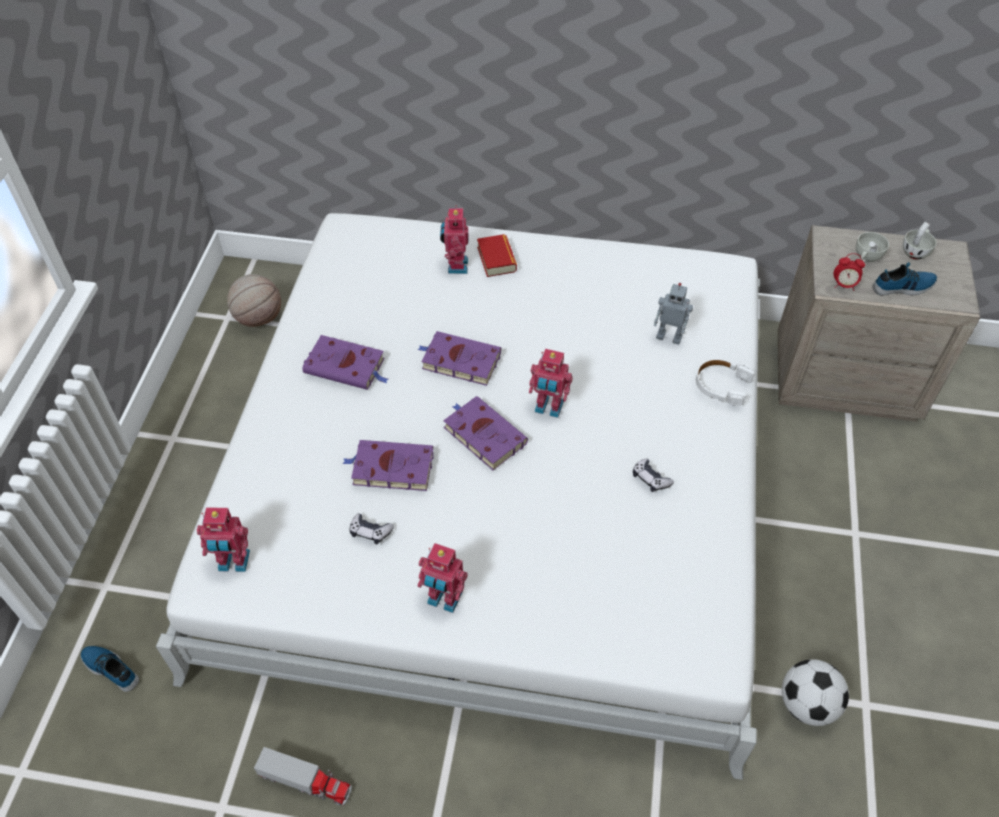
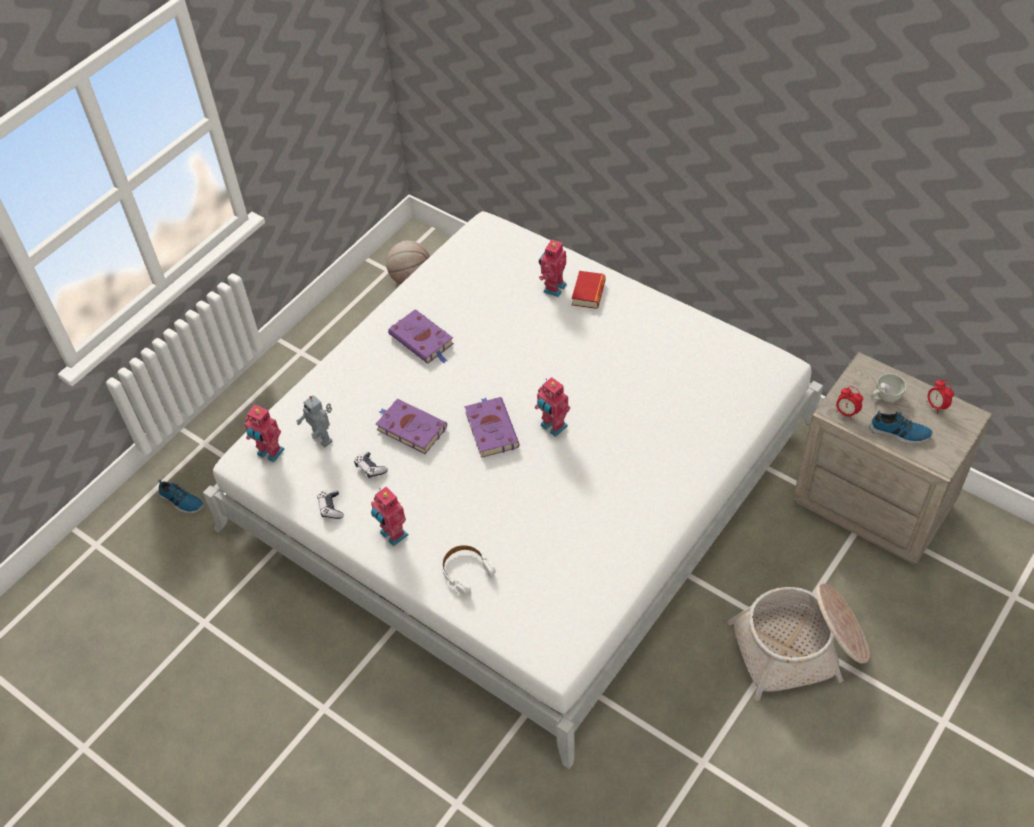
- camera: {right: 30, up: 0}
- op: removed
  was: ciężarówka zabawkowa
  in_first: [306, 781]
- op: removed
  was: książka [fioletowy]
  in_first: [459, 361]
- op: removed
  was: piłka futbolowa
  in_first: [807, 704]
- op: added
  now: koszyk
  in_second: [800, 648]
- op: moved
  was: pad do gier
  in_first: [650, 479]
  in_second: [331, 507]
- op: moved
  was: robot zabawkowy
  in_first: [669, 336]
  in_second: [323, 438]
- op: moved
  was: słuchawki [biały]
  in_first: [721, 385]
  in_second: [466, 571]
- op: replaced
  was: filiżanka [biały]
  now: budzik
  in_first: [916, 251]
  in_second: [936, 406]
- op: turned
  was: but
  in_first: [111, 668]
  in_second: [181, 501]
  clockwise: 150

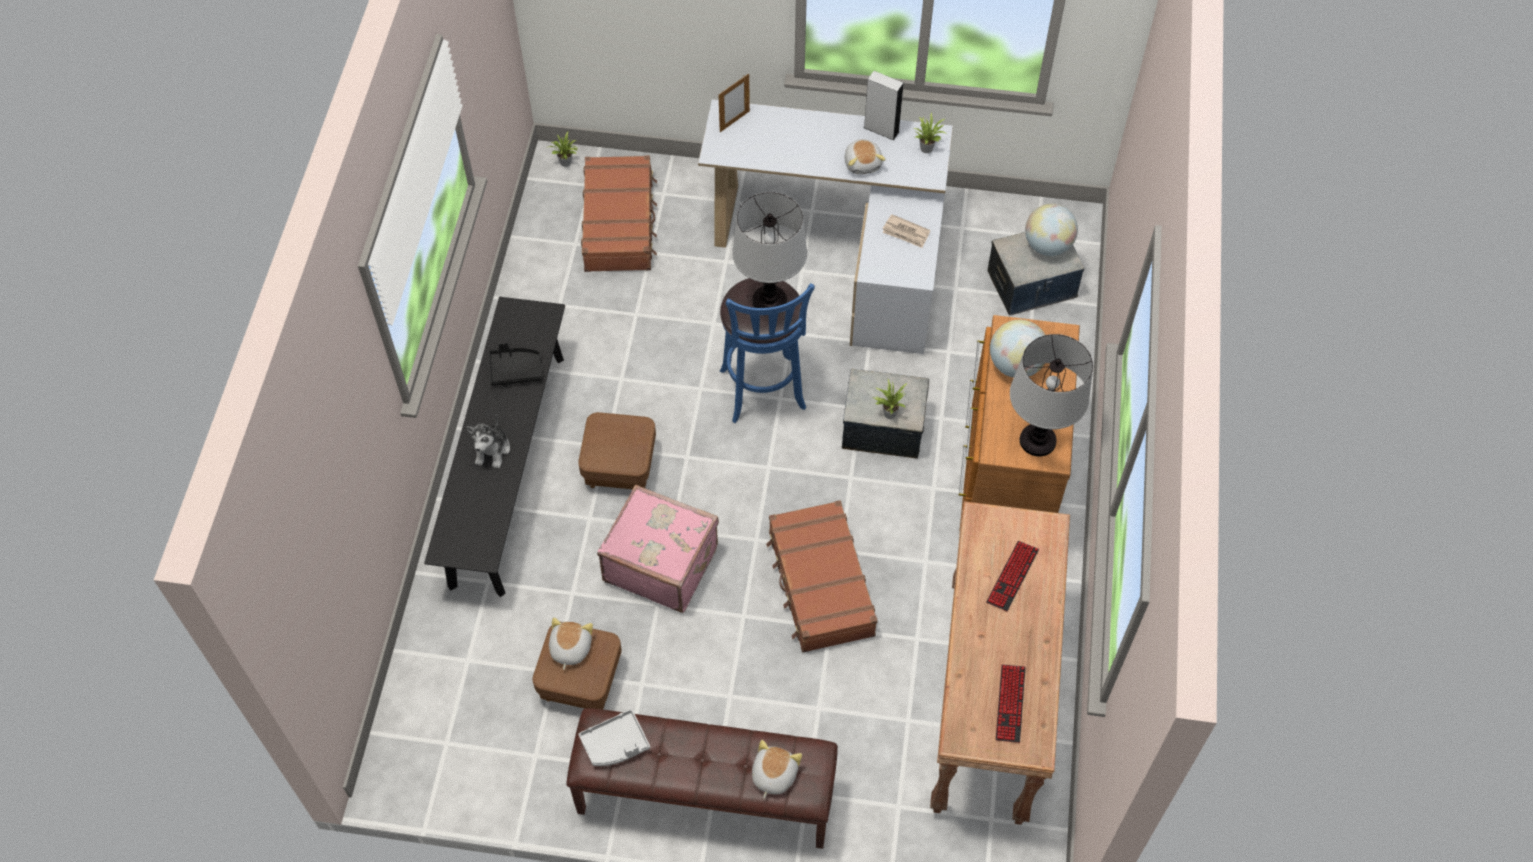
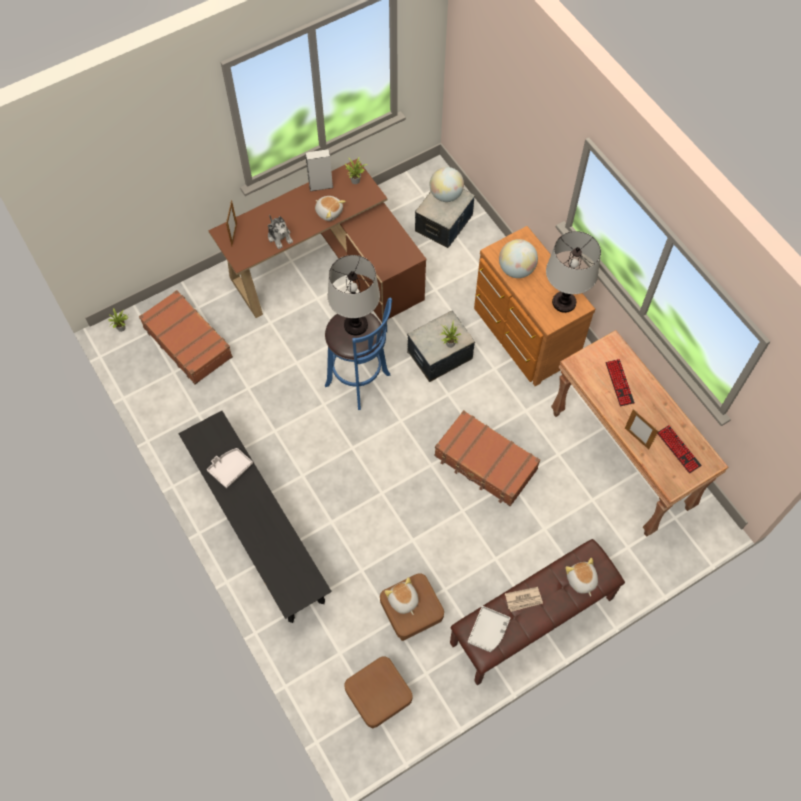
- camera: {right: -40, up: 5}
- op: removed
  was: walizka [różowy]
  in_first: [661, 562]
- op: added
  now: ramka na zdjęcie
  in_second: [636, 438]
- op: moved
  was: pluszak
  in_first: [492, 450]
  in_second: [280, 236]
- op: moved
  was: pufa [brązowy]
  in_first: [620, 467]
  in_second: [379, 697]
- op: moved
  was: gazeta
  in_first: [906, 233]
  in_second: [523, 599]
- op: recoloured
  was: taca [czarny]
  now: taca [biały]
  in_first: [515, 370]
  in_second: [230, 468]
- op: recoloured
  was: biurko [biały]
  now: biurko [brązowy]
  in_first: [842, 250]
  in_second: [328, 271]

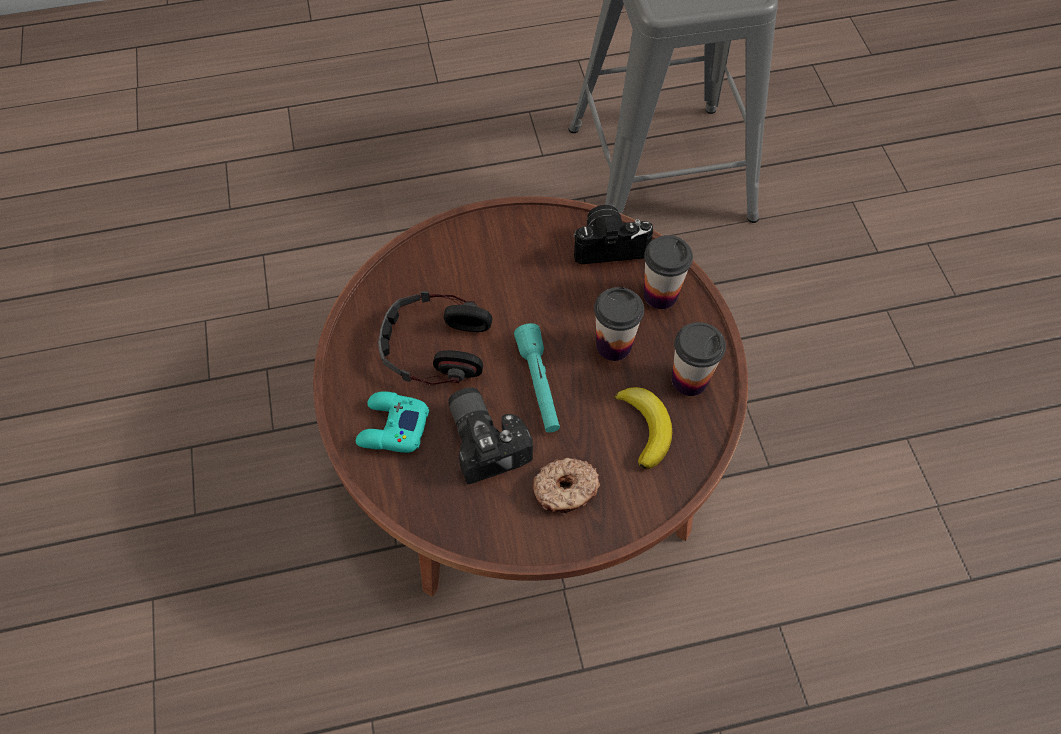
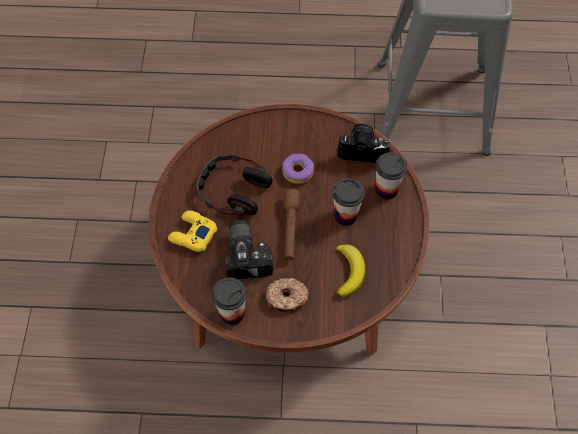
- camera: {right: 15, up: 0}
- op: added
  now: donut
  in_second: [298, 171]
- op: moved
  was: filiżanka
  in_first: [689, 380]
  in_second: [232, 313]
- op: recoloured
  was: pad do gier [turkusowy]
  now: pad do gier [żółty]
  in_first: [392, 428]
  in_second: [192, 234]
- op: recoloured
  was: latarka [turkusowy]
  now: latarka [brązowy]
  in_first: [539, 385]
  in_second: [290, 229]

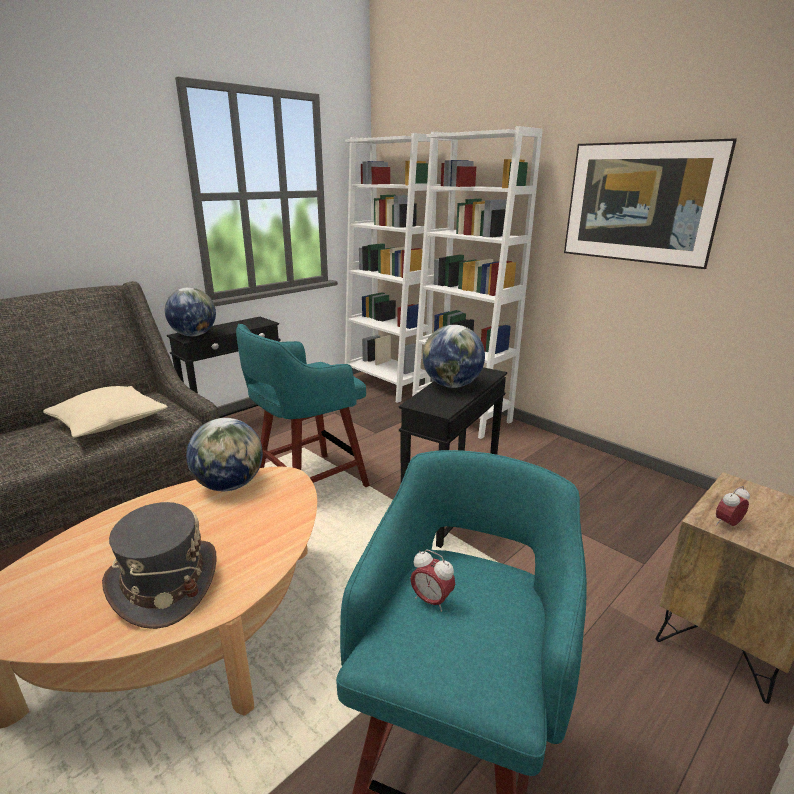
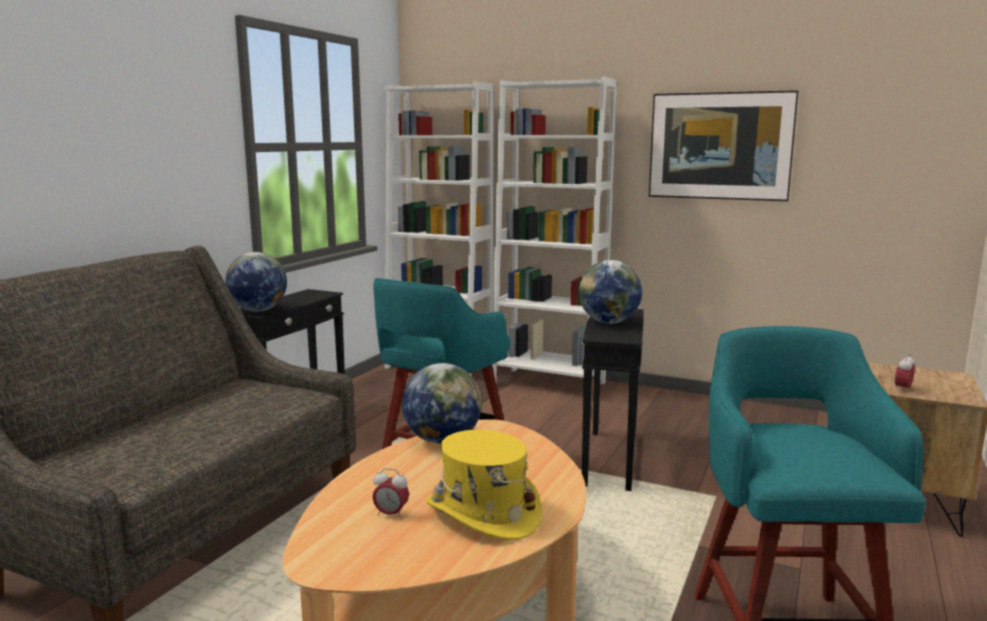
- camera: {right: -20, up: -10}
- op: removed
  was: poduszka [beżowy]
  in_first: [109, 423]
- op: moved
  was: budzik
  in_first: [431, 600]
  in_second: [391, 514]
- op: recoloured
  was: kapelusz [szary]
  now: kapelusz [żółty]
  in_first: [164, 584]
  in_second: [483, 513]

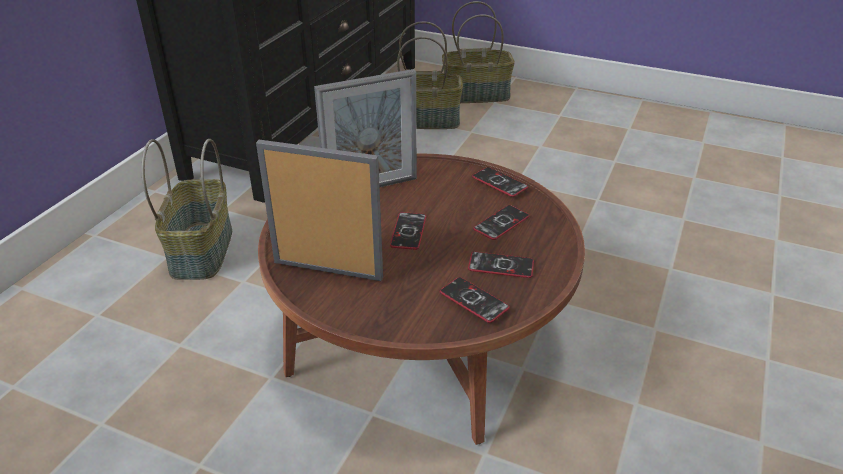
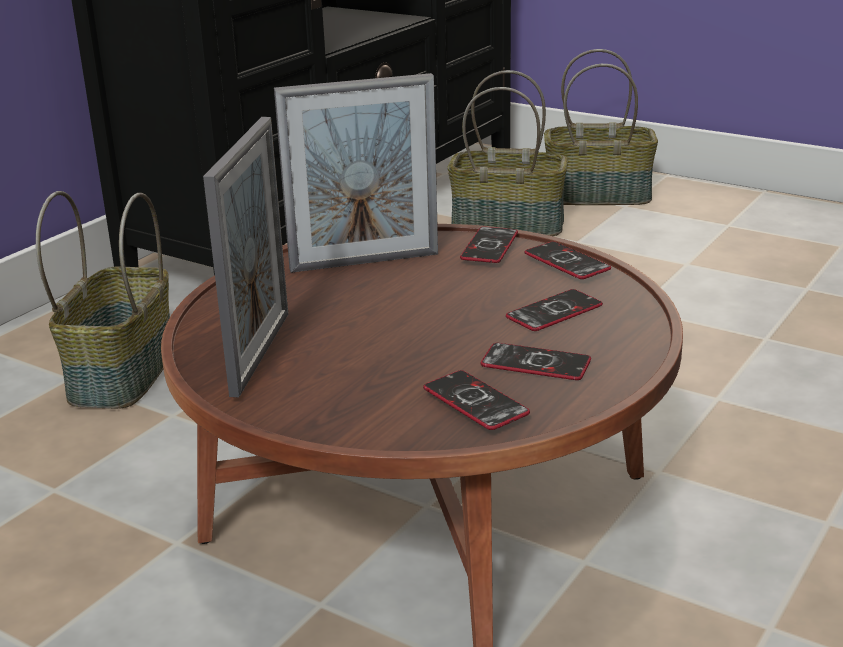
- camera: {right: 10, up: -10}
- op: moved
  was: telefon
  in_first: [408, 231]
  in_second: [489, 246]
- op: turned
  was: ramka na zdjęcie
  in_first: [328, 270]
  in_second: [261, 353]
  clockwise: 75

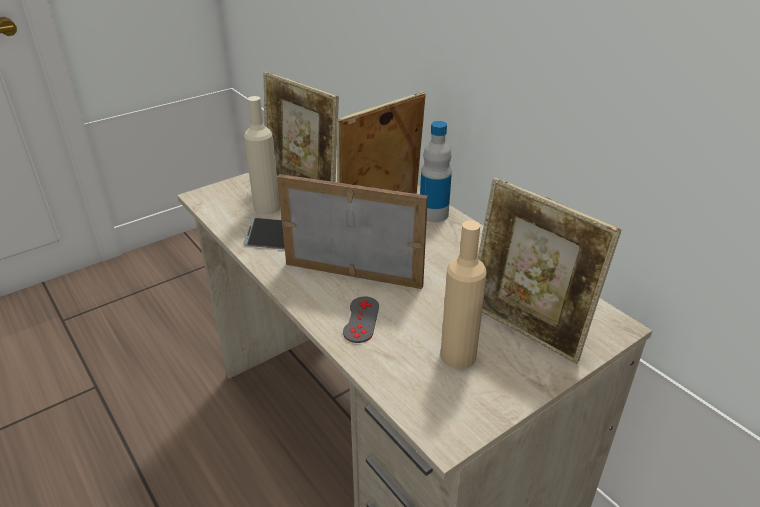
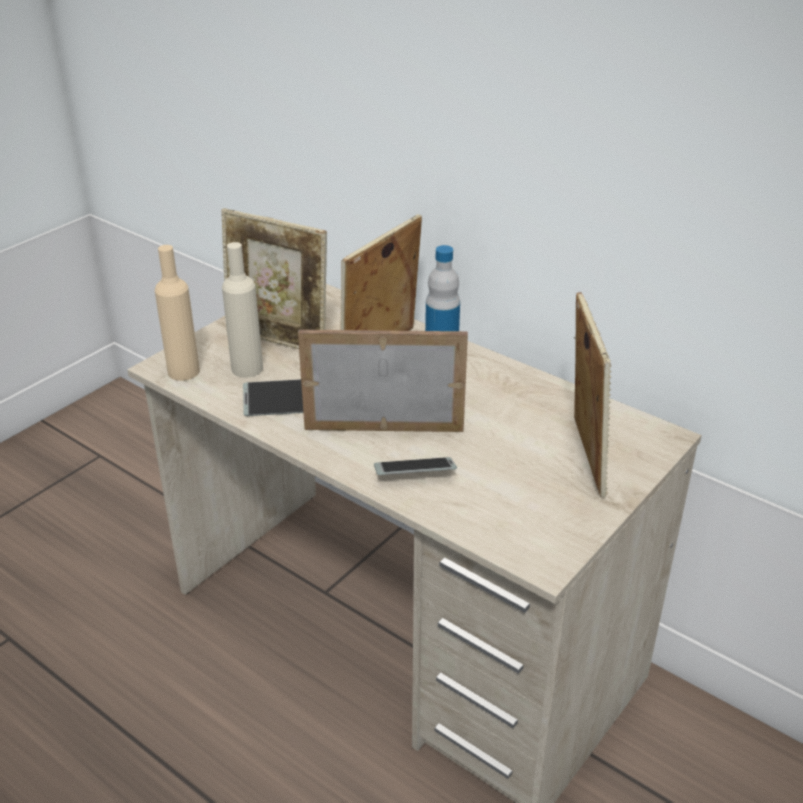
- camera: {right: -15, up: 0}
- op: moved
  was: butelka [beżowy]
  in_first: [458, 356]
  in_second: [183, 371]
- op: replaced
  was: pad do gier [szary]
  now: telefon
  in_first: [361, 319]
  in_second: [414, 473]
- op: turned
  was: ramka na zdjęcie
  in_first: [525, 330]
  in_second: [583, 455]
  clockwise: -120

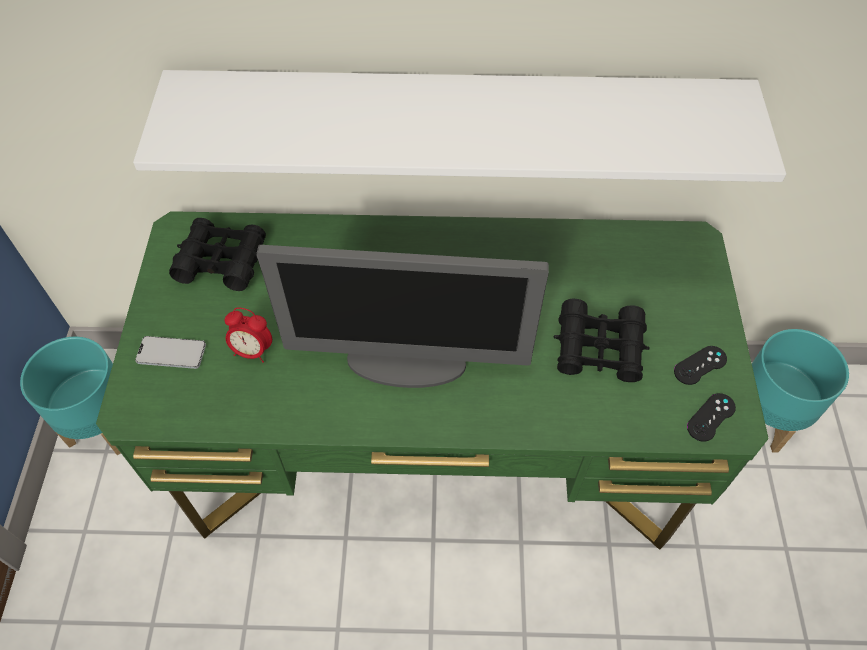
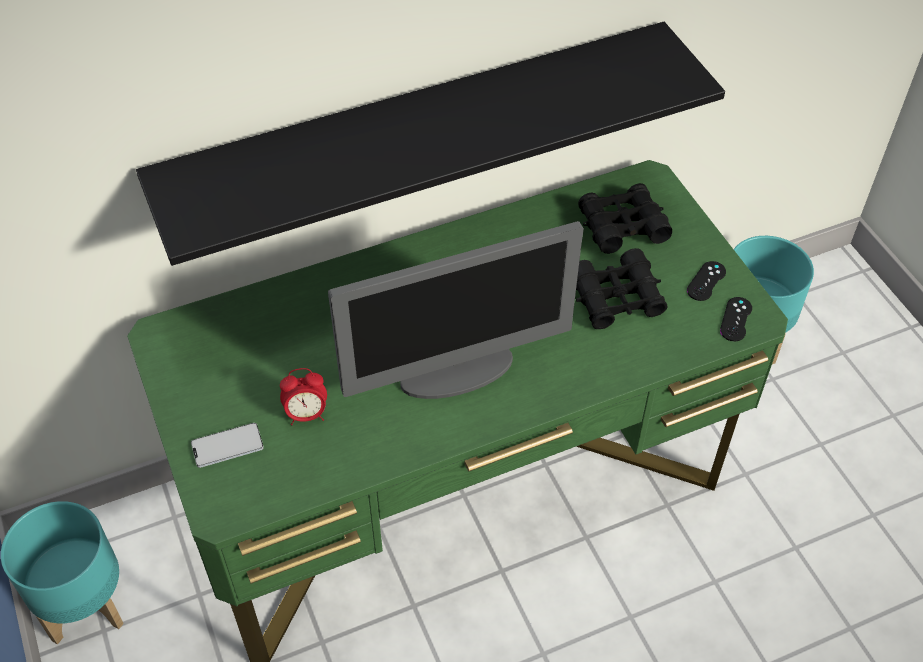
- camera: {right: -25, up: -5}
- op: moved
  was: lornetka [czarny]
  in_first: [222, 261]
  in_second: [622, 226]
- op: recoloured
  was: półka [biały]
  now: półka [czarny]
  in_first: [457, 116]
  in_second: [417, 129]

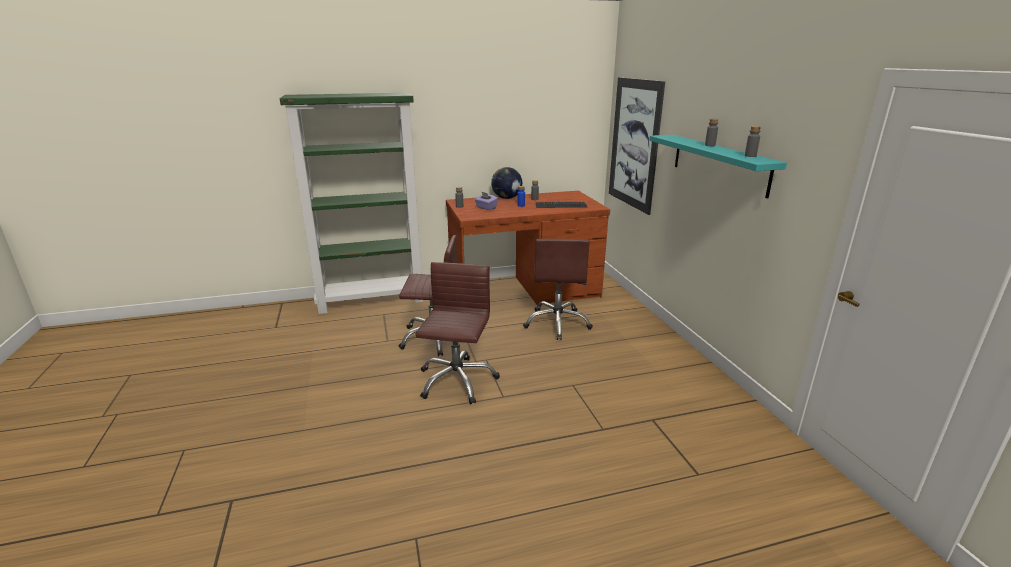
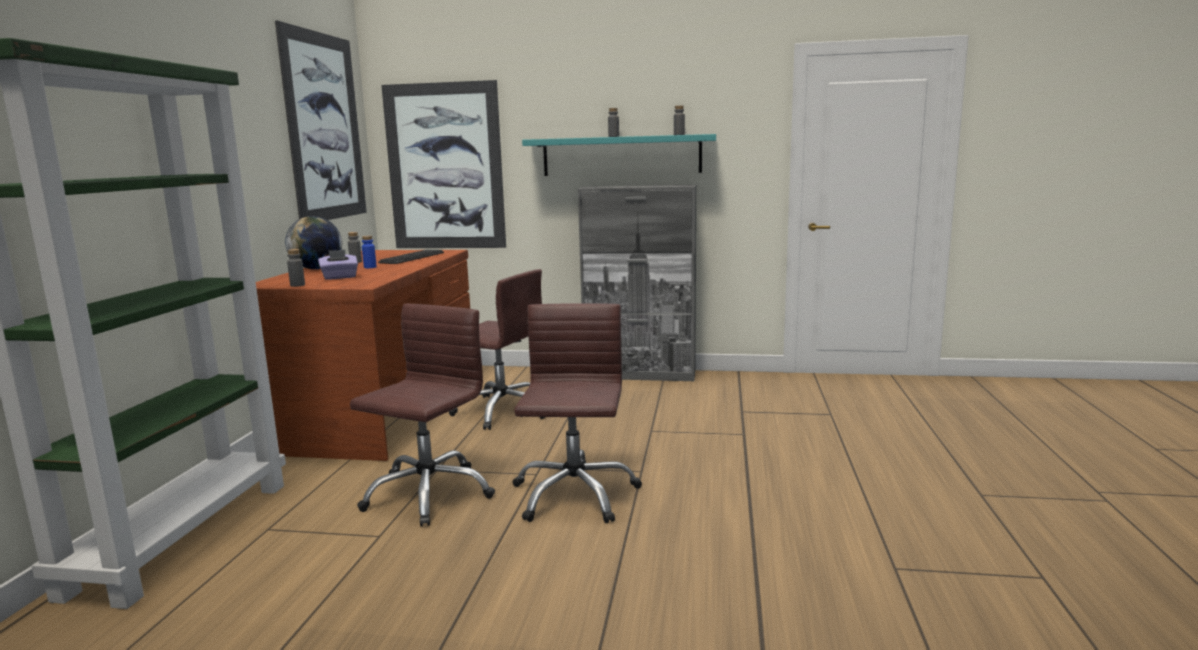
- camera: {right: -65, up: -10}
- op: added
  now: obraz
  in_second: [324, 127]
- op: added
  now: szafka [szary]
  in_second: [640, 374]
- op: turned
  was: krzesło biurowe [brązowy]
  in_first: [456, 380]
  in_second: [574, 494]
  clockwise: 60

